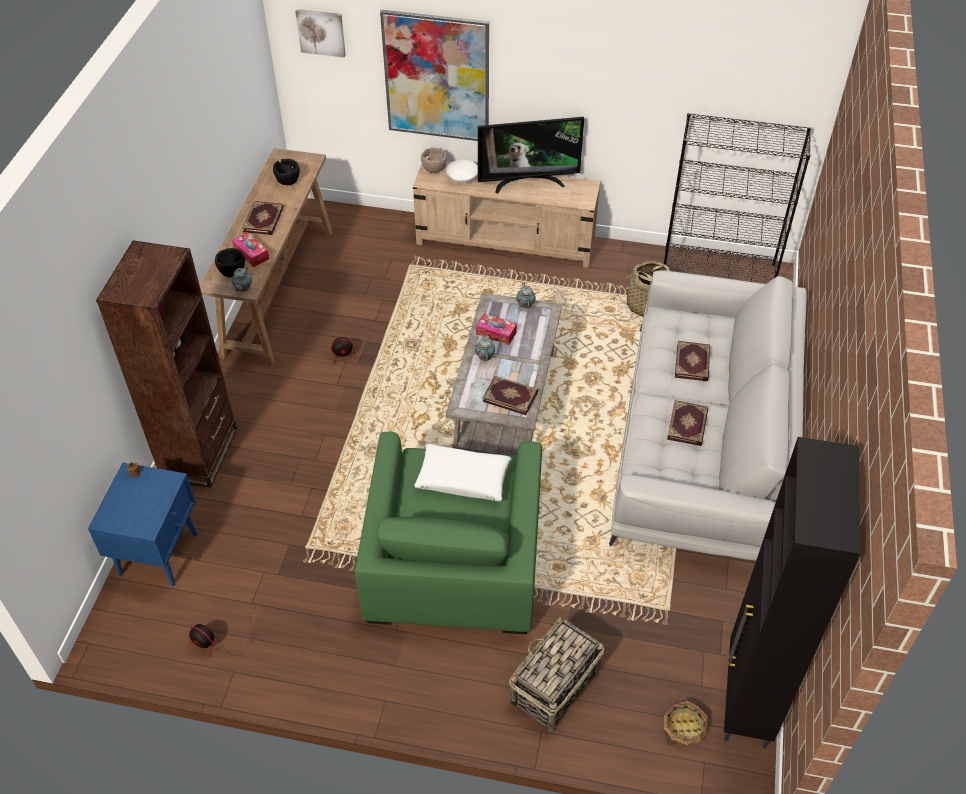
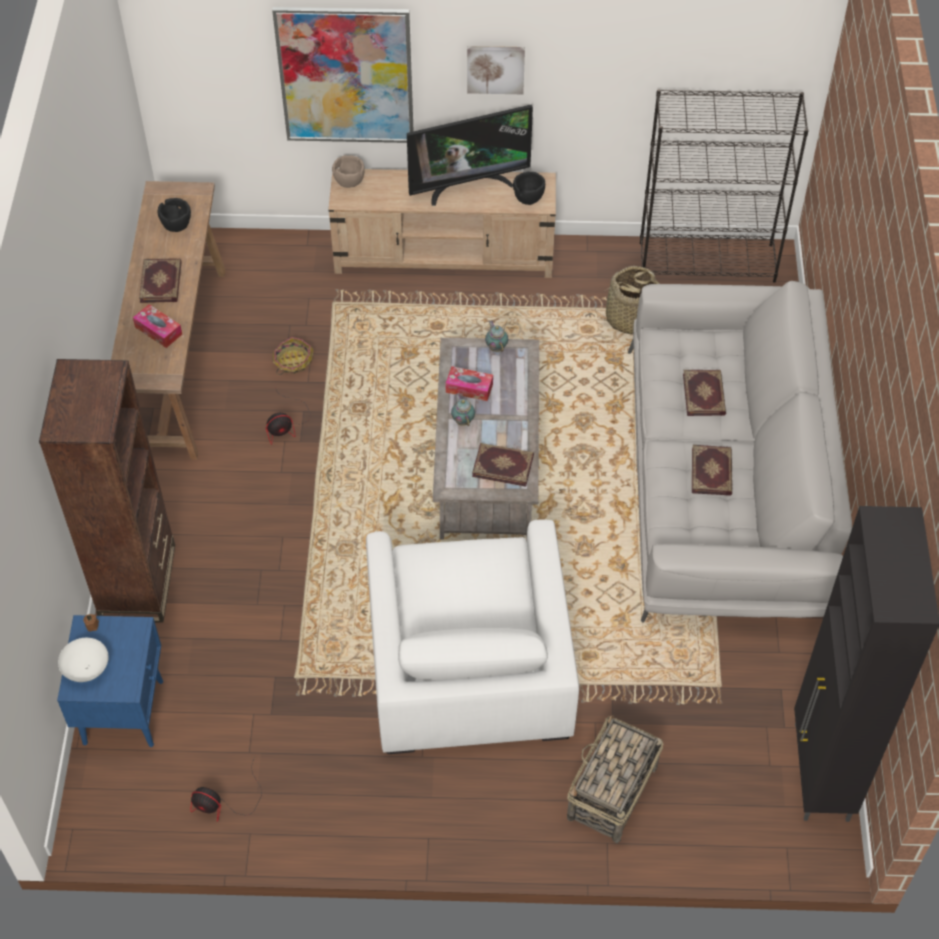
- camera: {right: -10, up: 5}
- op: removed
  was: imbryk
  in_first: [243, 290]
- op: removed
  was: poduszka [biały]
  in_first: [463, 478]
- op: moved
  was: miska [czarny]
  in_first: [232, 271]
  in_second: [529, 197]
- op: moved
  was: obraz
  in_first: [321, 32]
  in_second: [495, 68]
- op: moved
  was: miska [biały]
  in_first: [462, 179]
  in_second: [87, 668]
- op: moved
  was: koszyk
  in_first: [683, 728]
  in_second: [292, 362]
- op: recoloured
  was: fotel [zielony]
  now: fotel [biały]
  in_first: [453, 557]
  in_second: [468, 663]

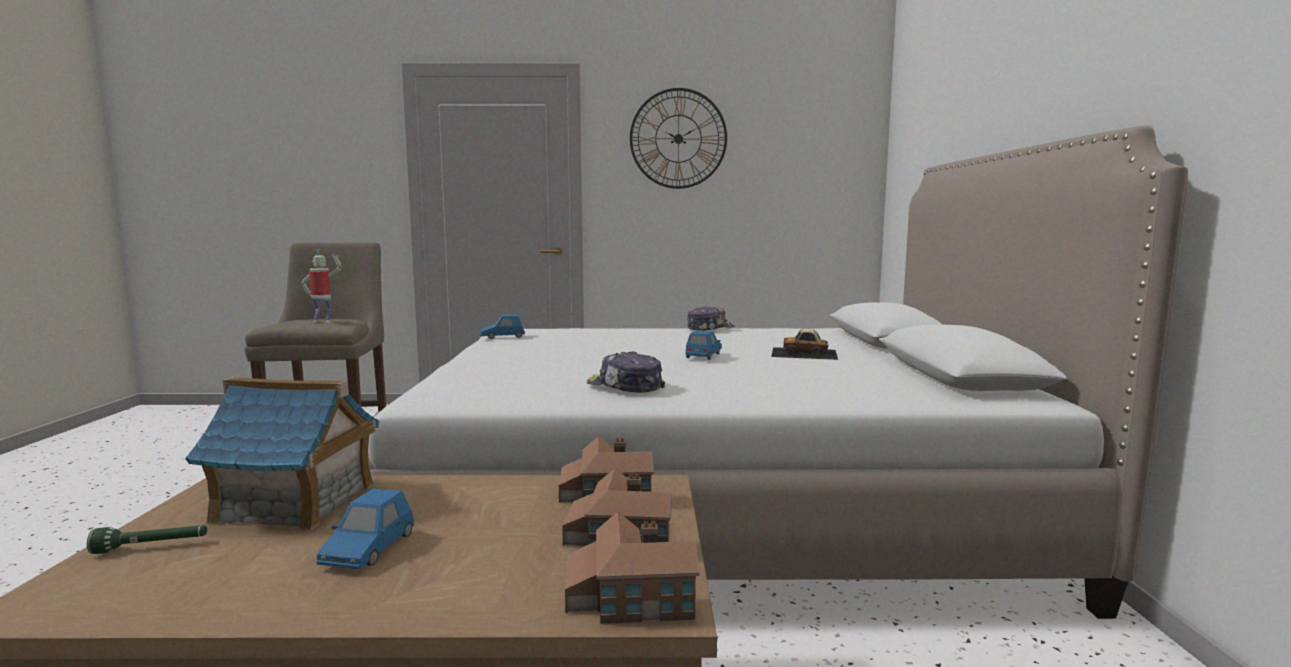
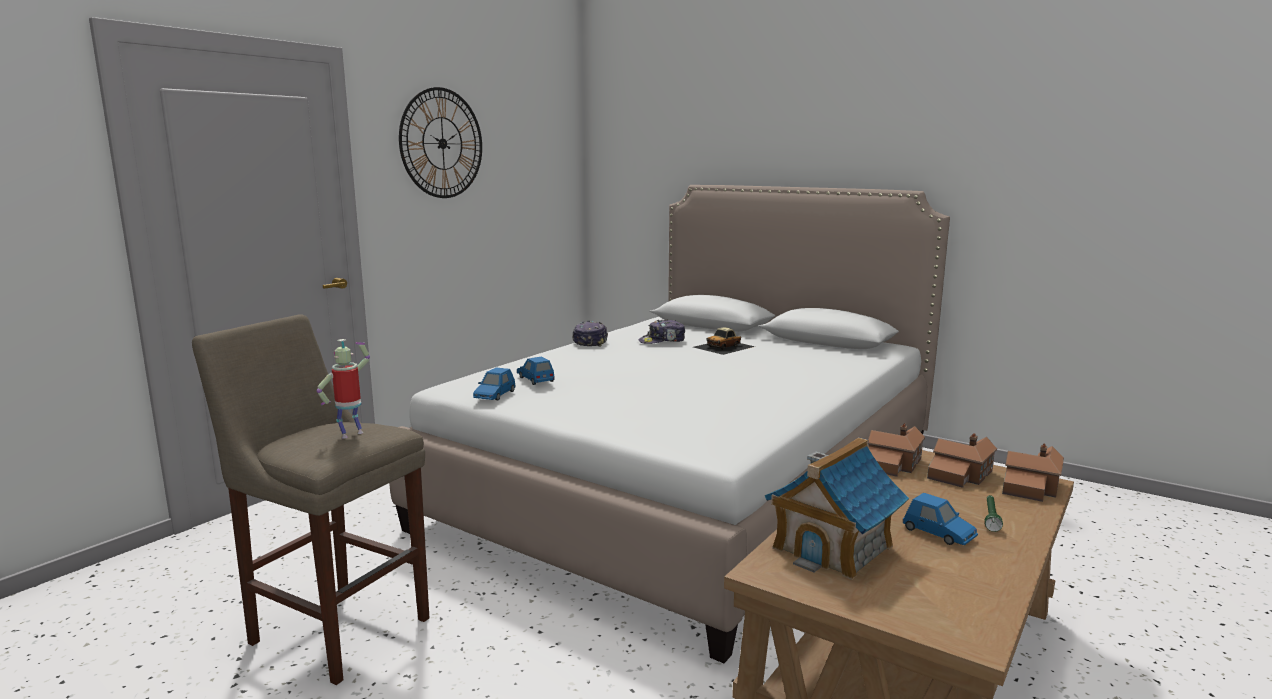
- camera: {right: -55, up: 5}
- op: moved
  was: latarka [zielony]
  in_first: [151, 547]
  in_second: [991, 518]
- op: moved
  was: czapka z daszkiem
  in_first: [624, 387]
  in_second: [662, 341]
- op: moved
  was: samochodzik [niebieski]
  in_first: [704, 355]
  in_second: [535, 379]

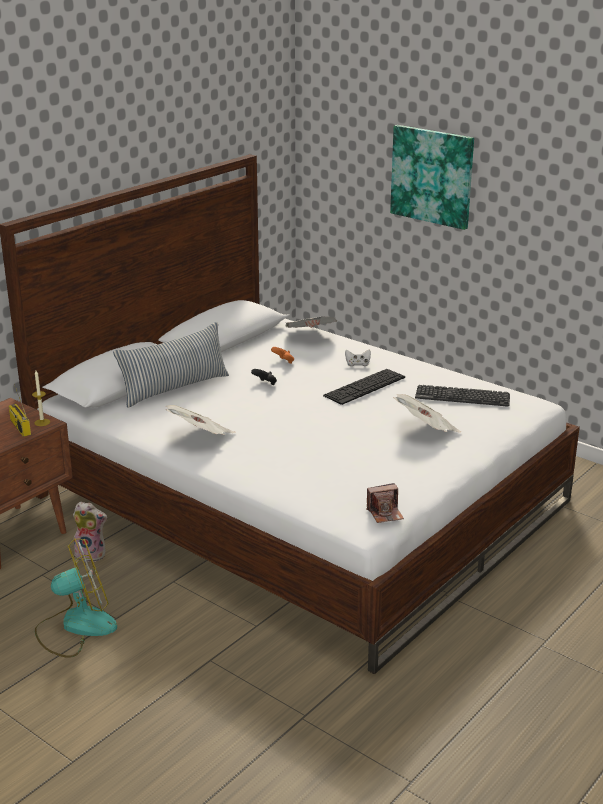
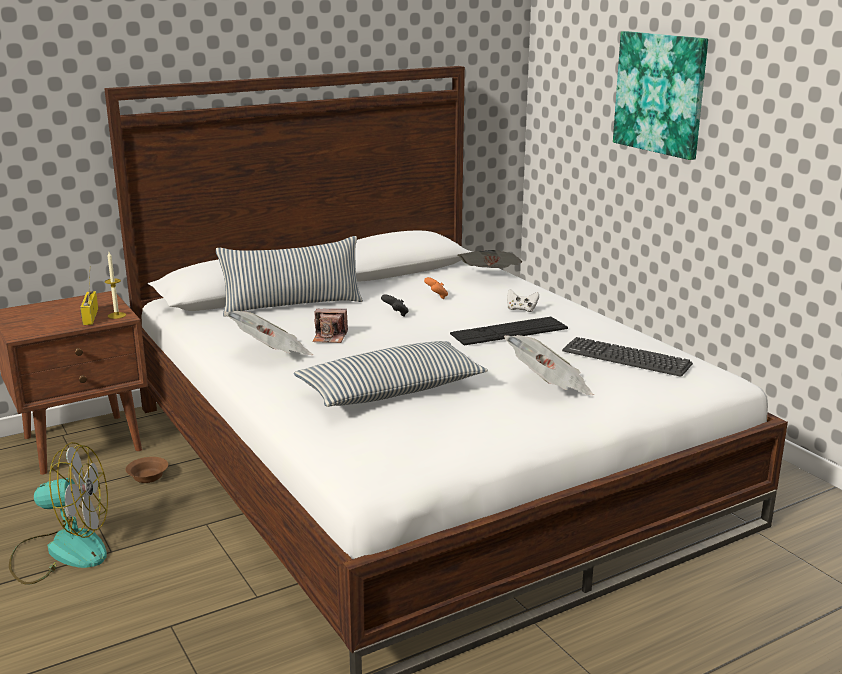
- camera: {right: 20, up: -5}
- op: added
  now: poduszka
  in_second: [391, 390]
- op: moved
  was: aparat fotograficzny
  in_first: [385, 513]
  in_second: [330, 337]
- op: replaced
  was: pluszak
  now: miska [brązowy]
  in_first: [92, 554]
  in_second: [147, 477]

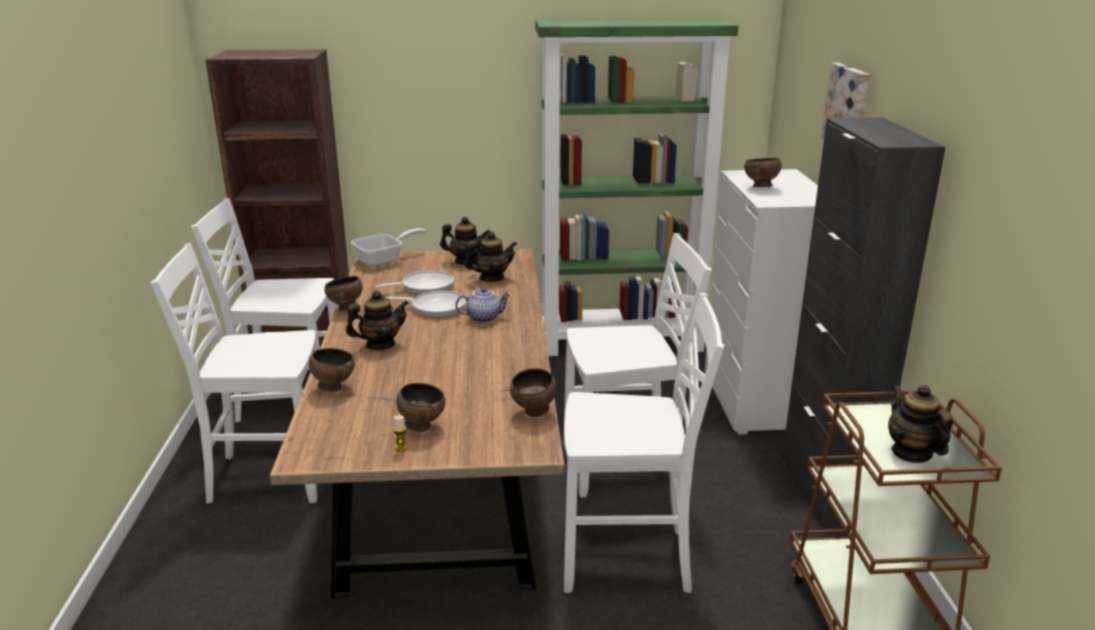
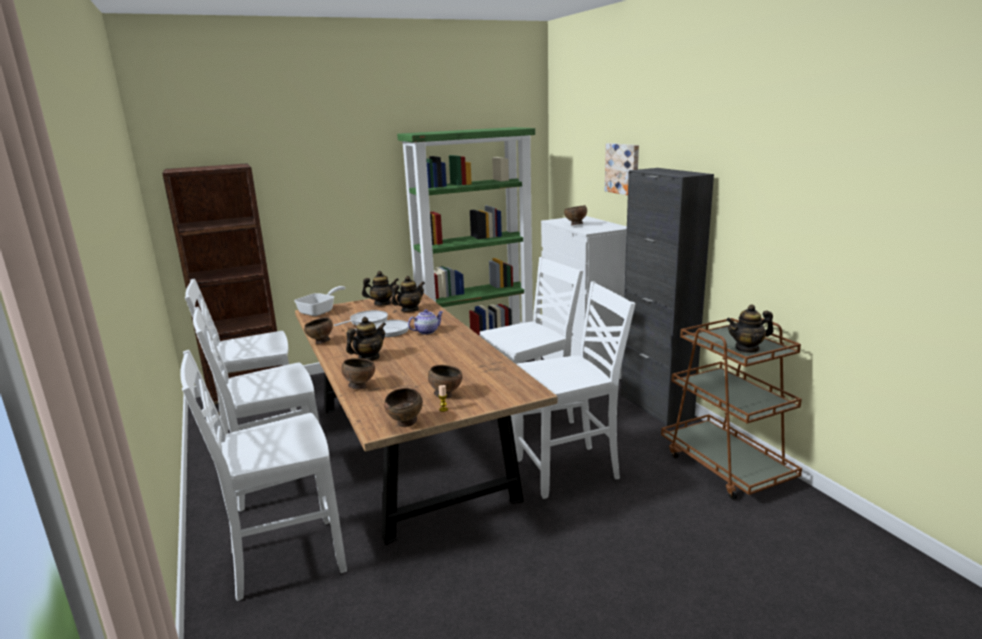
- camera: {right: -20, up: -5}
- op: added
  now: krzesło [biały]
  in_second: [284, 559]
- op: moved
  was: miska [brązowy]
  in_first: [534, 413]
  in_second: [406, 424]
- op: turned
  was: imbryk
  in_first: [911, 453]
  in_second: [747, 348]
  clockwise: -60

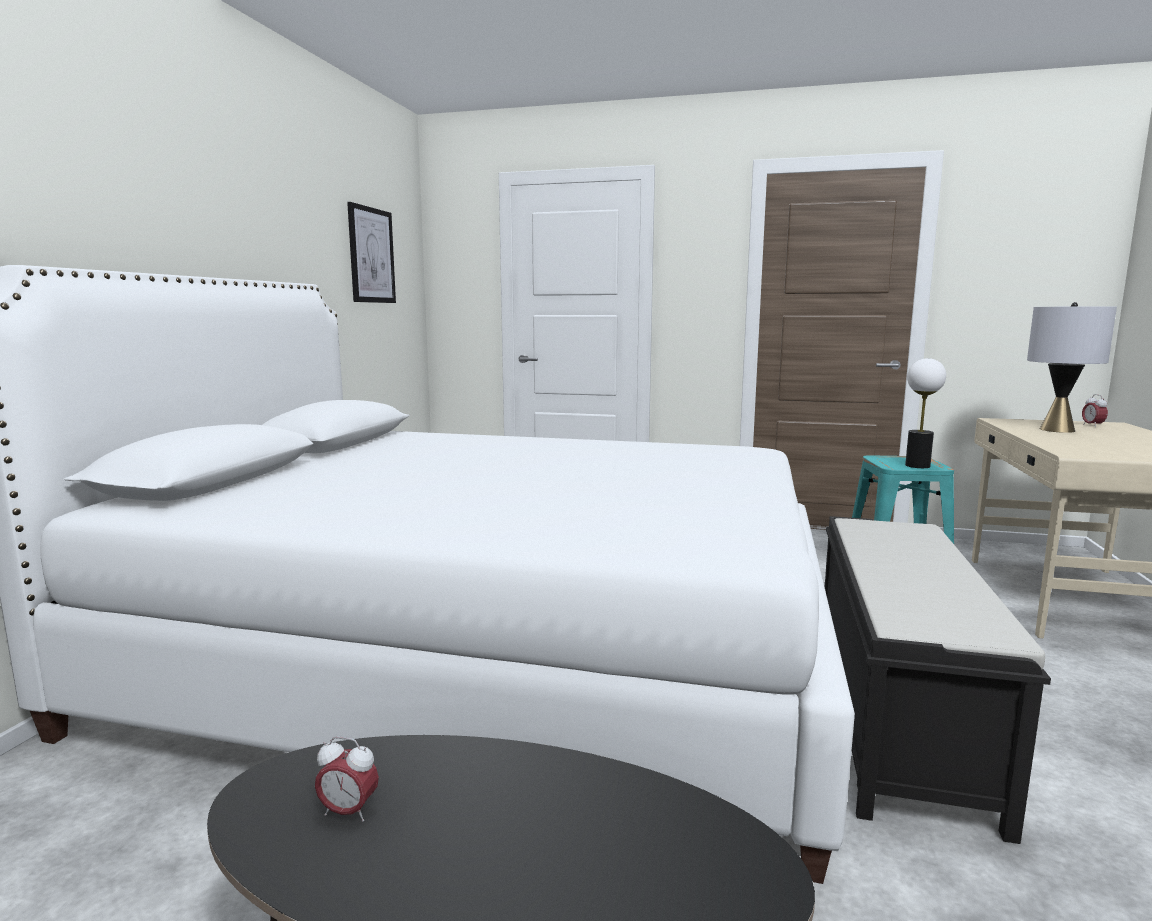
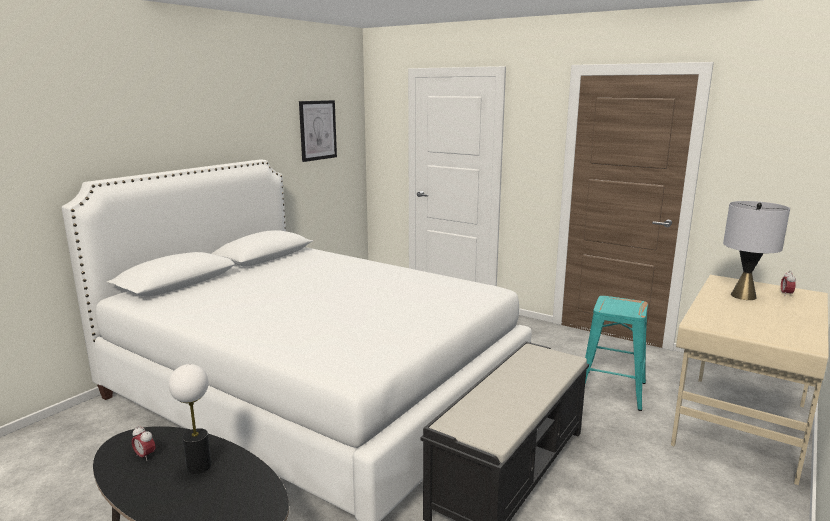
- camera: {right: 20, up: 5}
- op: moved
  was: lampa stołowa
  in_first: [917, 466]
  in_second: [198, 466]

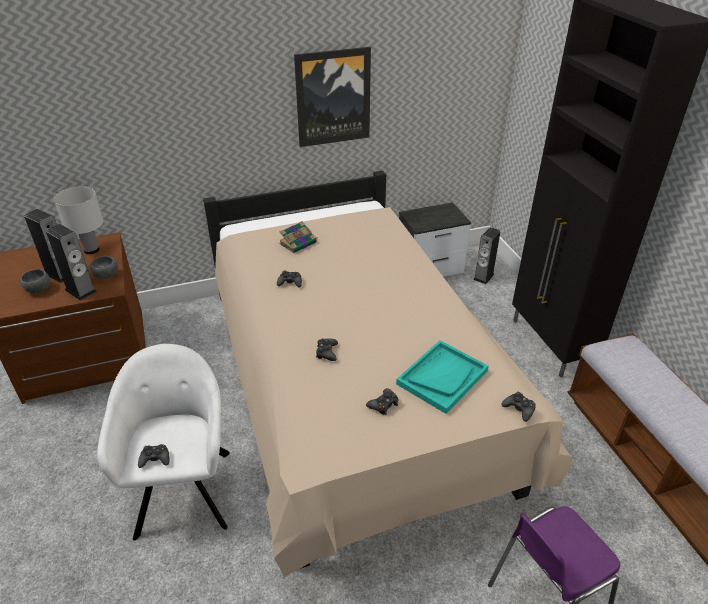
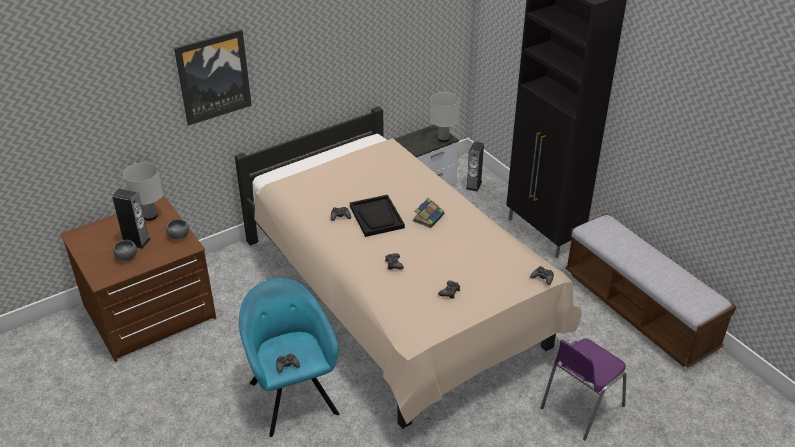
- camera: {right: -15, up: 0}
- op: removed
  was: głośnik
  in_first: [80, 290]
- op: removed
  was: taca [turkusowy]
  in_first: [442, 377]
- op: added
  now: taca [czarny]
  in_second: [377, 217]
- op: added
  now: lampa stołowa [biały]
  in_second: [443, 139]
- op: moved
  was: książka
  in_first: [298, 243]
  in_second: [428, 217]
- op: moved
  was: obraz
  in_first: [333, 97]
  in_second: [213, 77]
- op: recoloured
  was: fotel [biały]
  now: fotel [turkusowy]
  in_first: [184, 488]
  in_second: [292, 394]

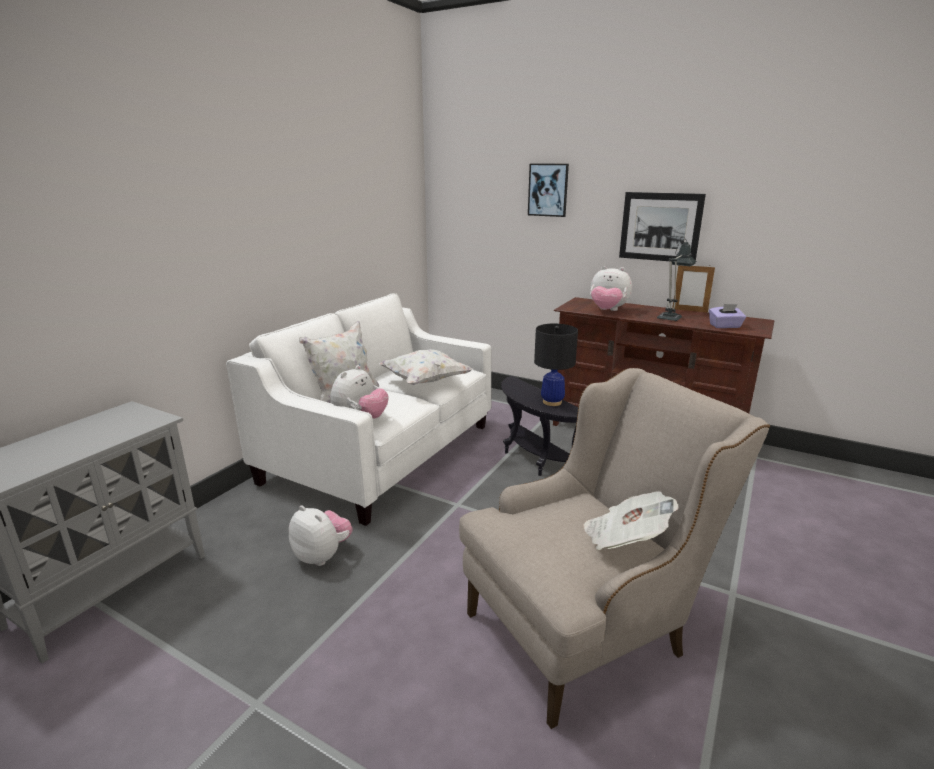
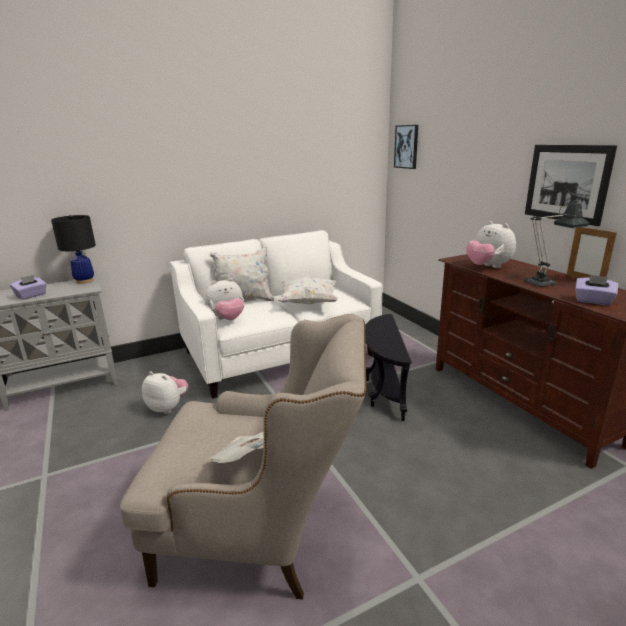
- camera: {right: 35, up: 0}
- op: added
  now: pudełko chusteczek [fioletowy]
  in_second: [31, 296]
- op: moved
  was: obraz
  in_first: [548, 190]
  in_second: [406, 146]
- op: moved
  was: lampa stołowa [czarny]
  in_first: [552, 402]
  in_second: [84, 281]
- op: turned
  was: pluszak
  in_first: [322, 555]
  in_second: [168, 407]
  clockwise: -45

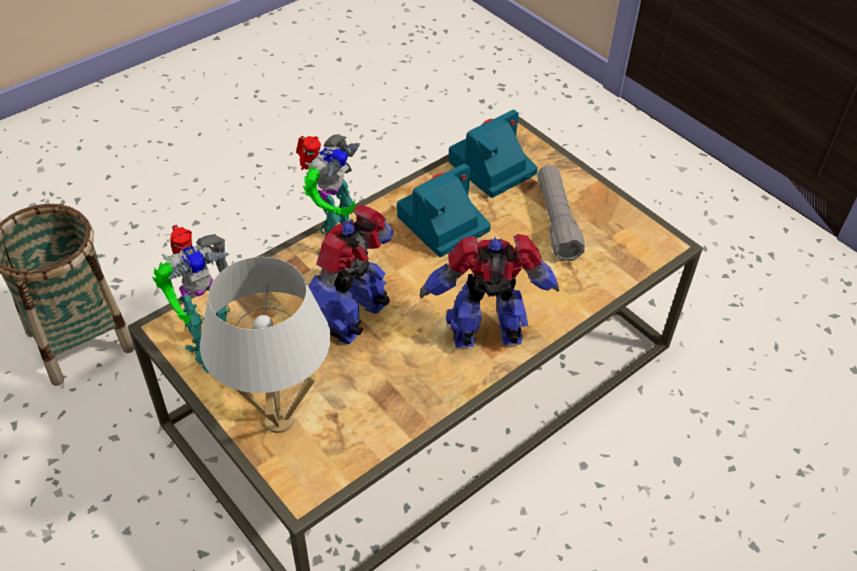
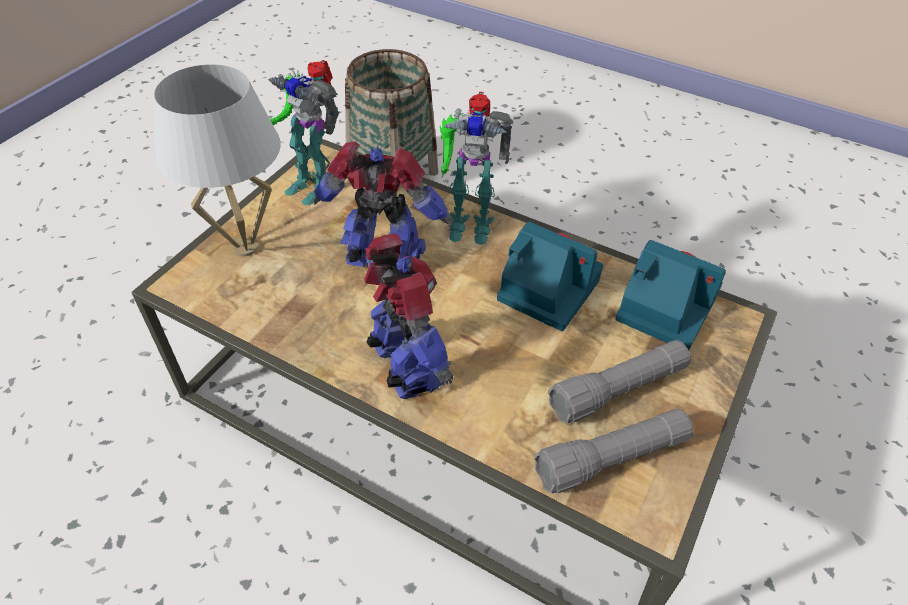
- camera: {right: 70, up: 0}
- op: added
  now: latarka [szary]
  in_second: [611, 459]

